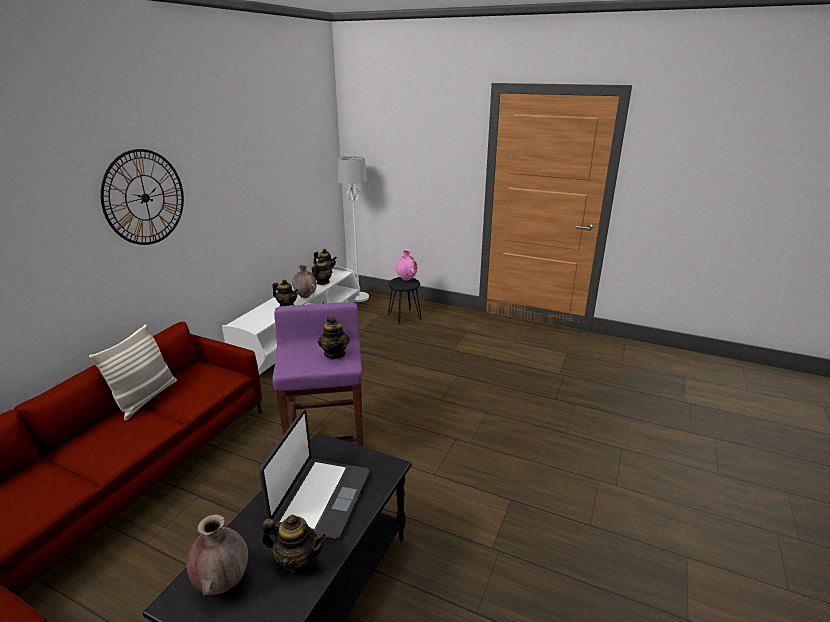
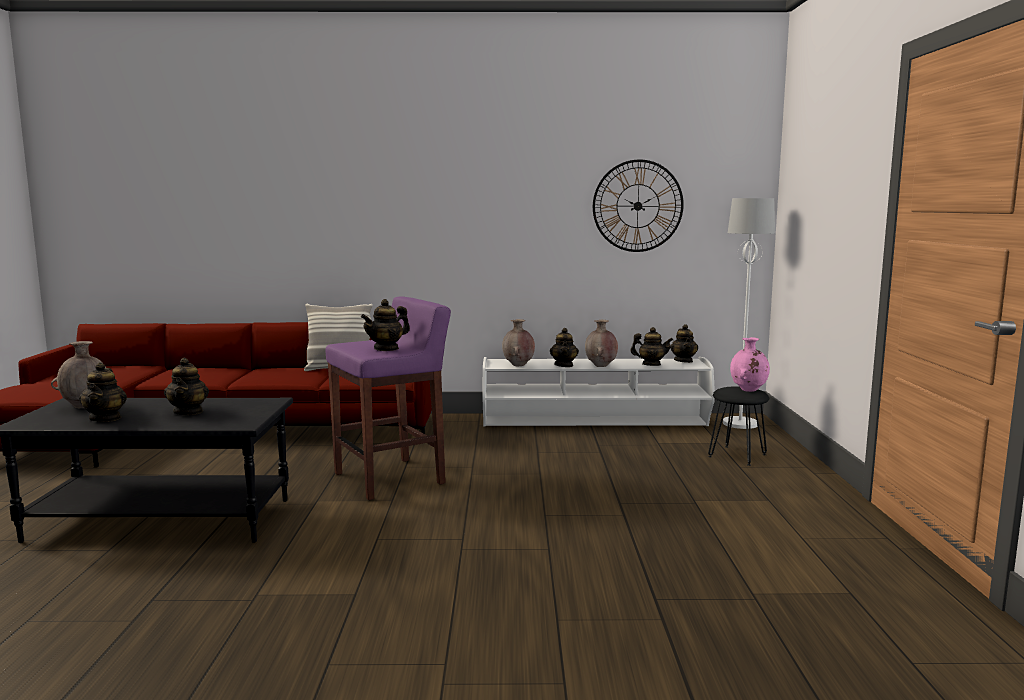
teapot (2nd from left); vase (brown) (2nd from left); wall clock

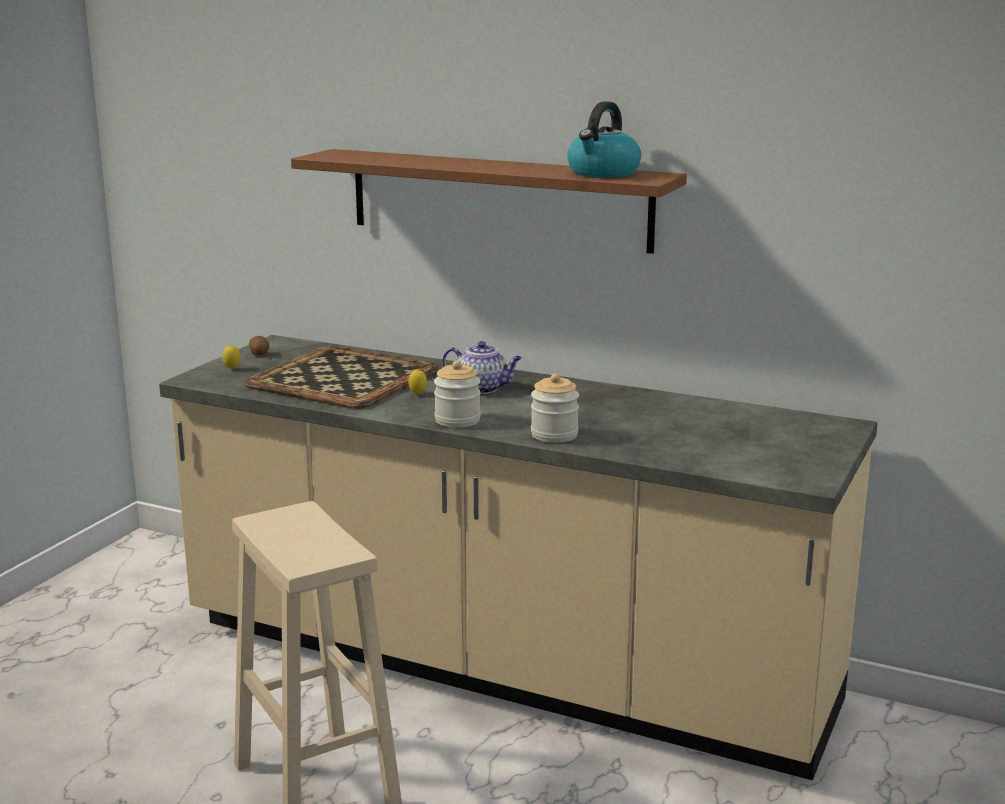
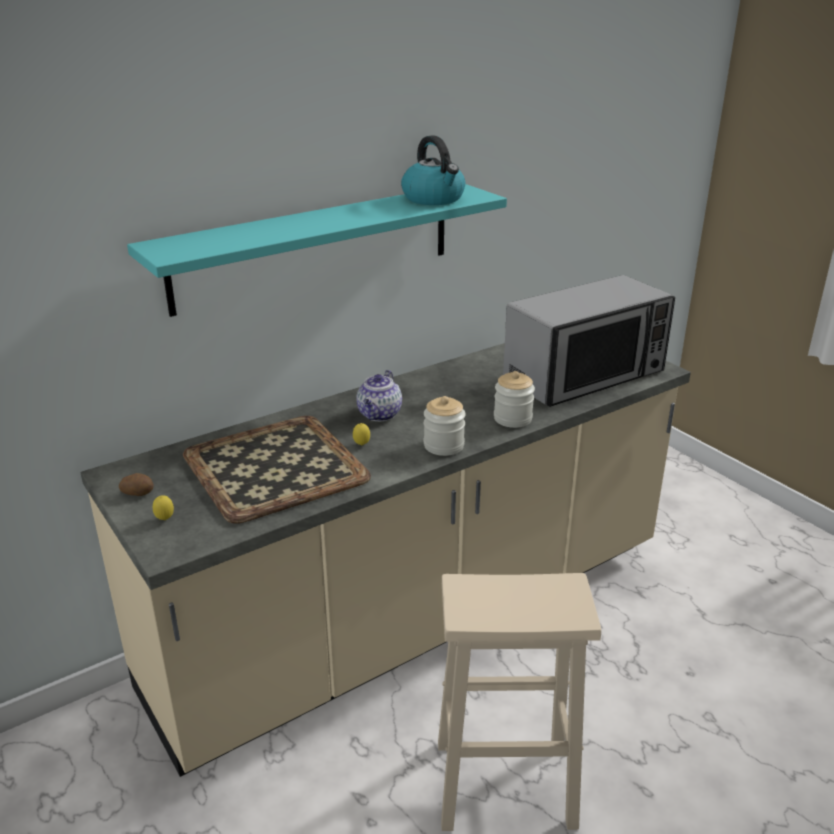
shelf (turquoise); teapot; microwave

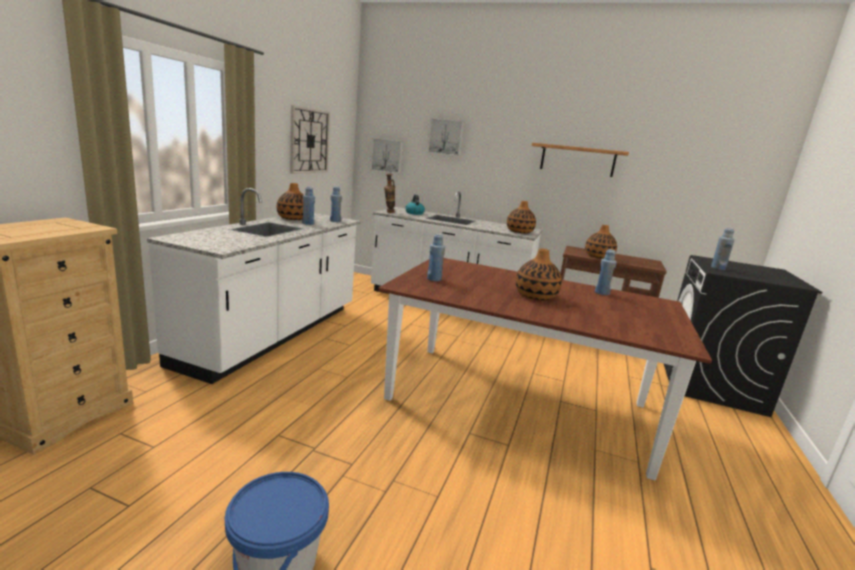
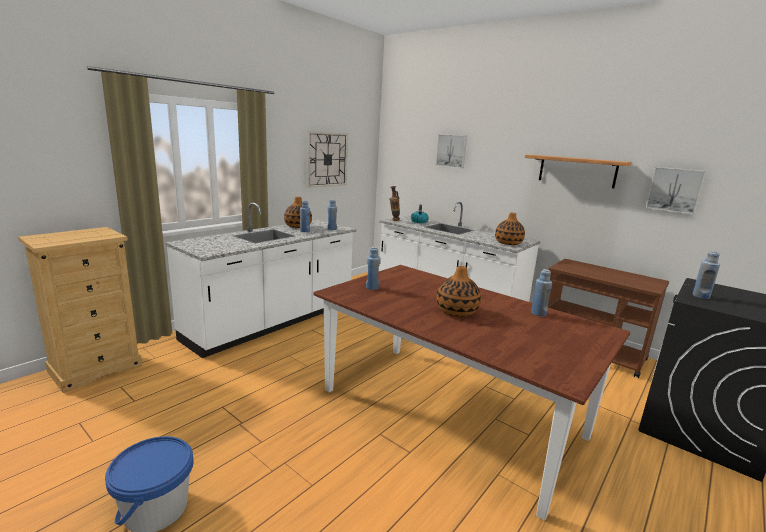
picture (2nd from left); vase (5th from left in the first image)

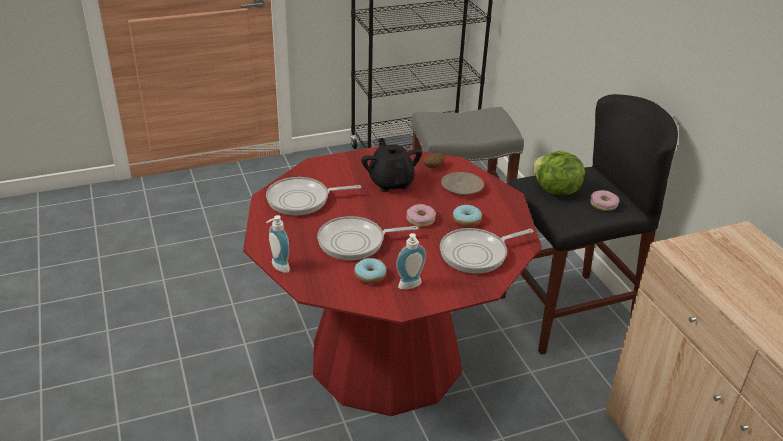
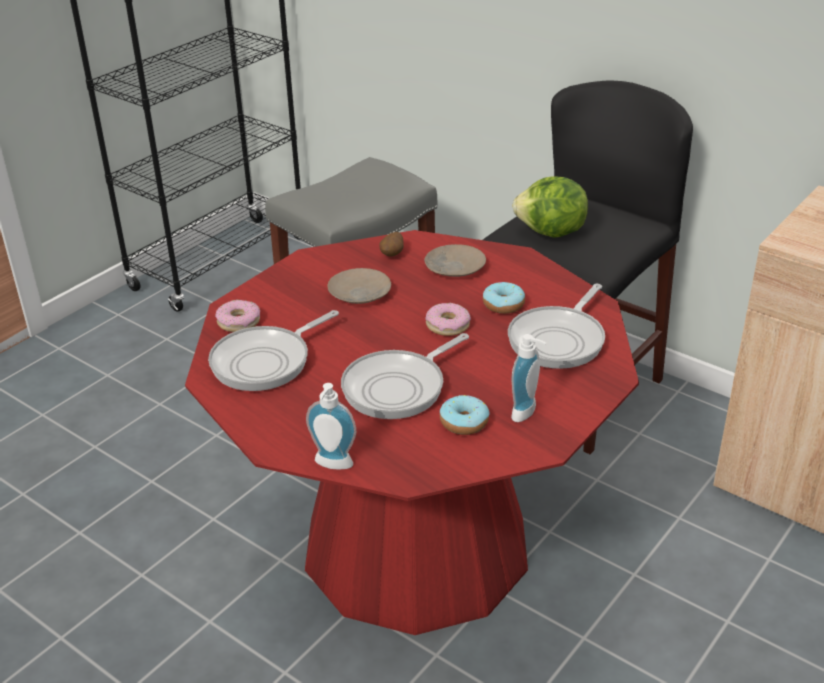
donut (1st from left); plate (beige) (1st from left)

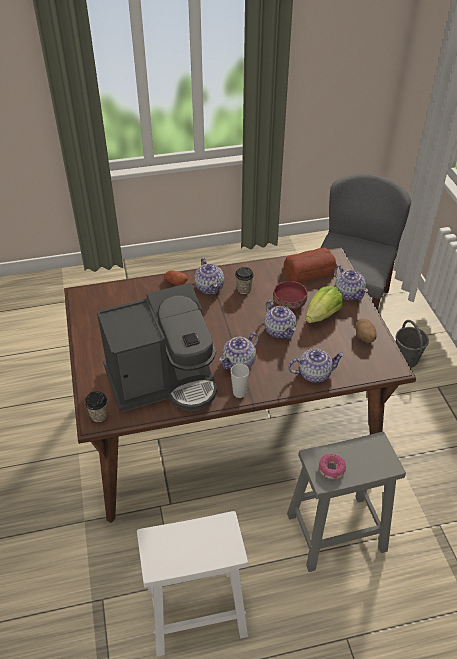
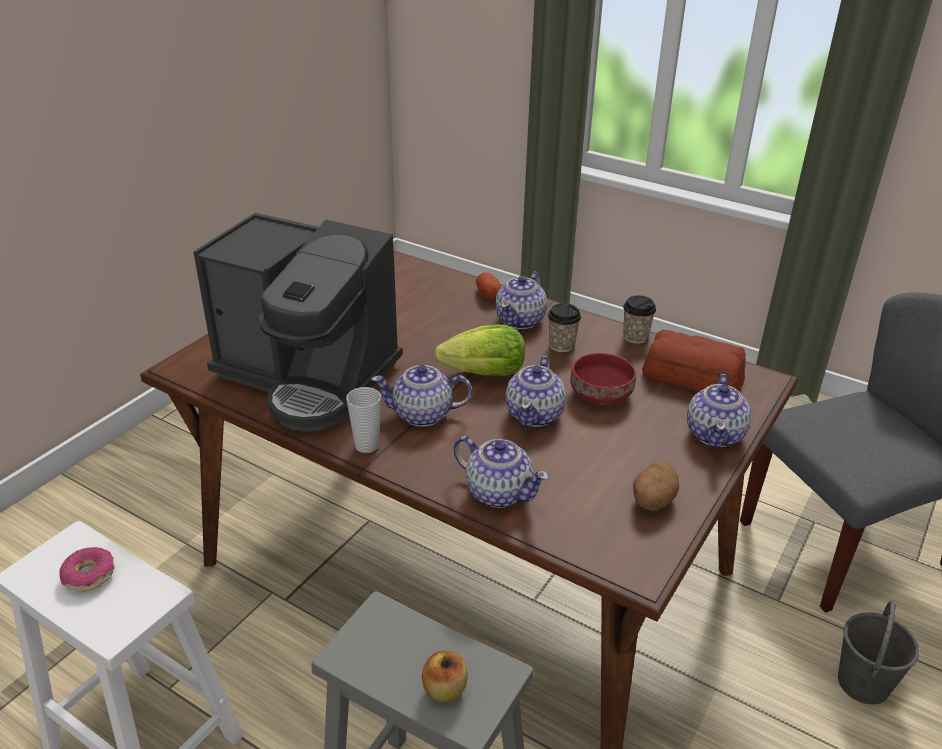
donut; apple; lettuce; cup (3rd from left)

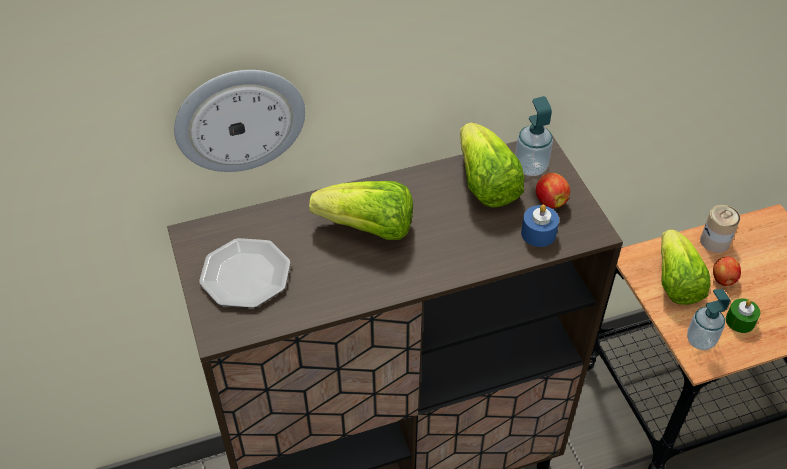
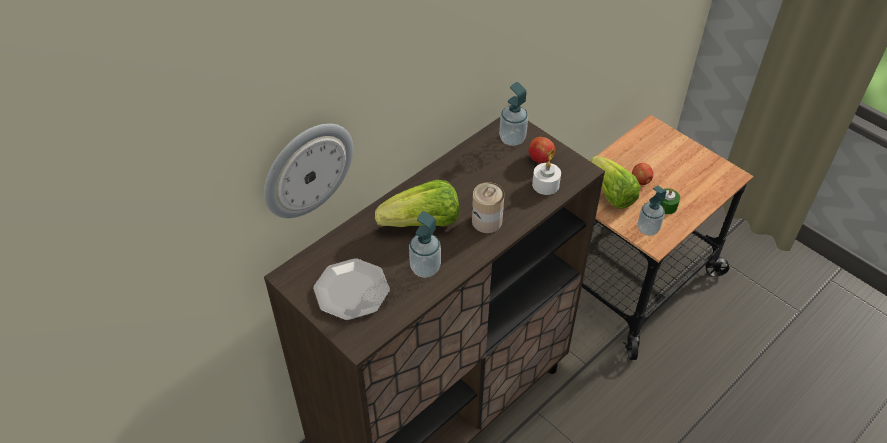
soap dispenser (1st from left); can; candle (white); lettuce (2nd from left in the first image)

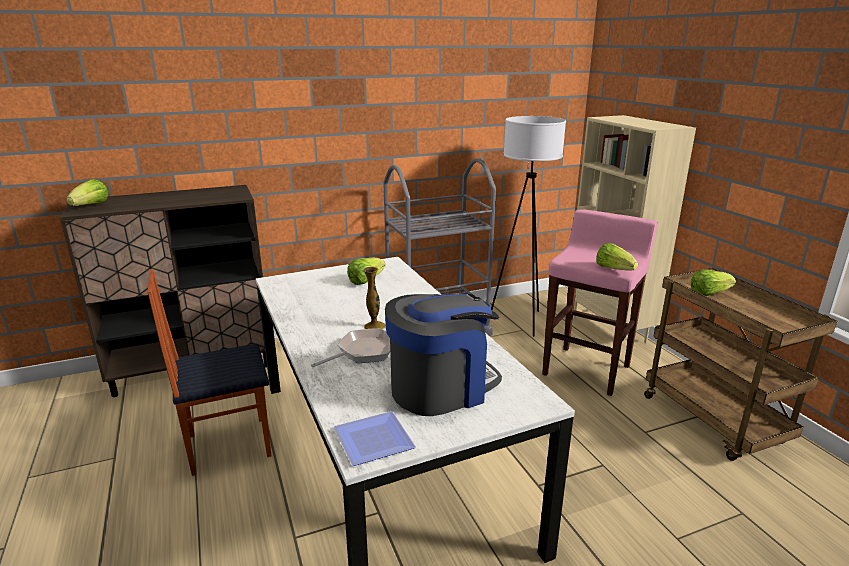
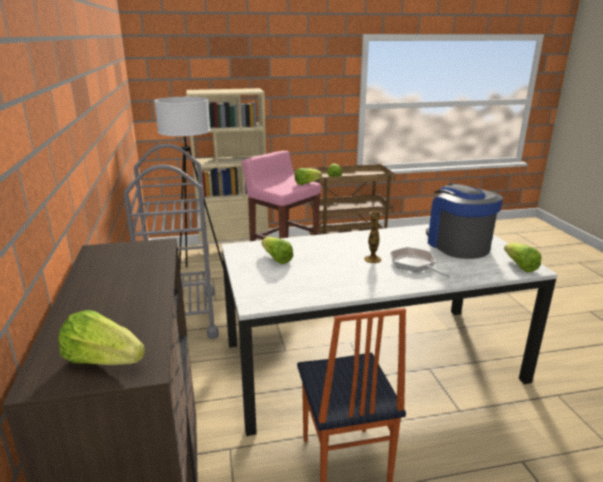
lettuce (5th from left)

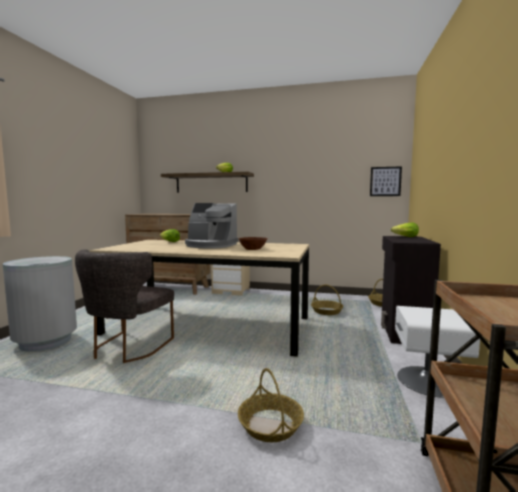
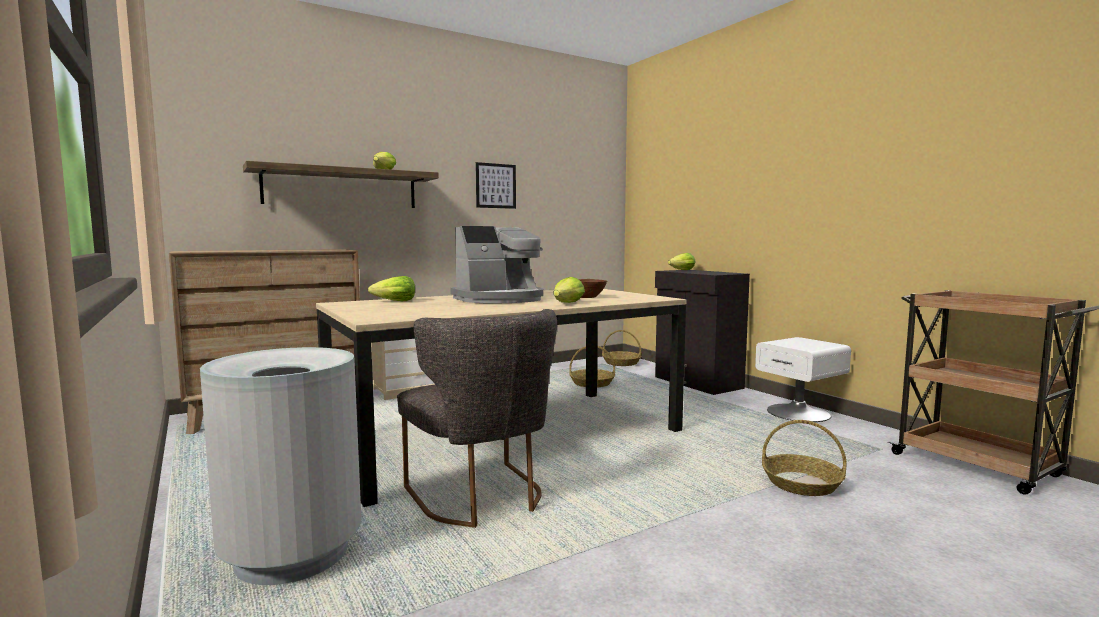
picture; lettuce (3rd from left)

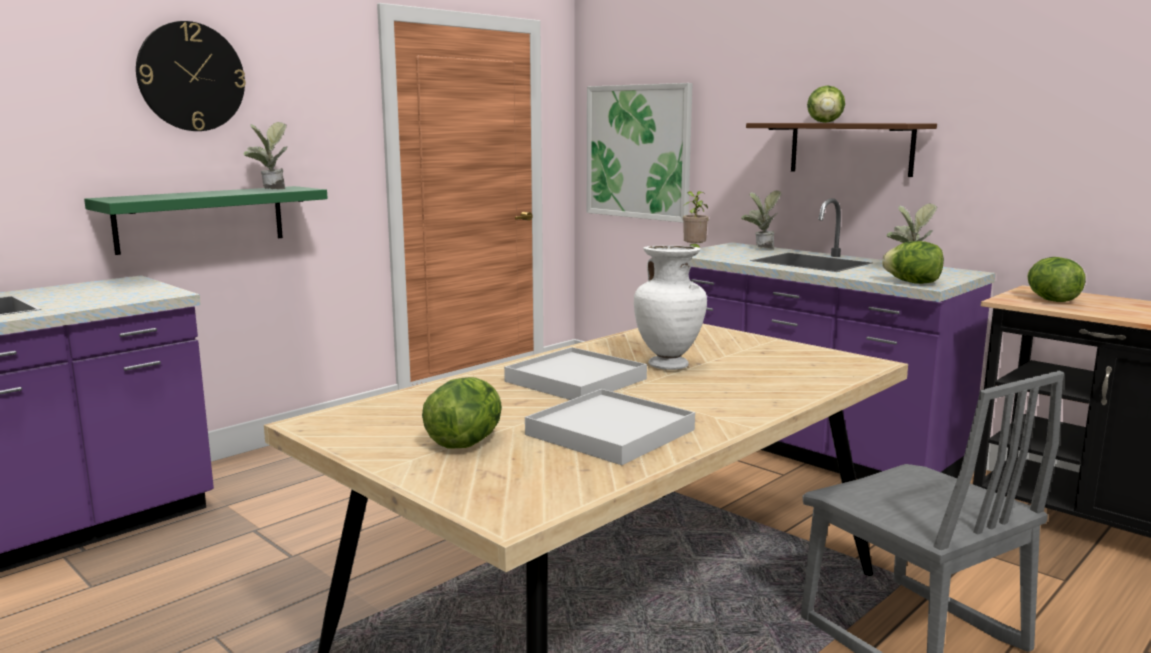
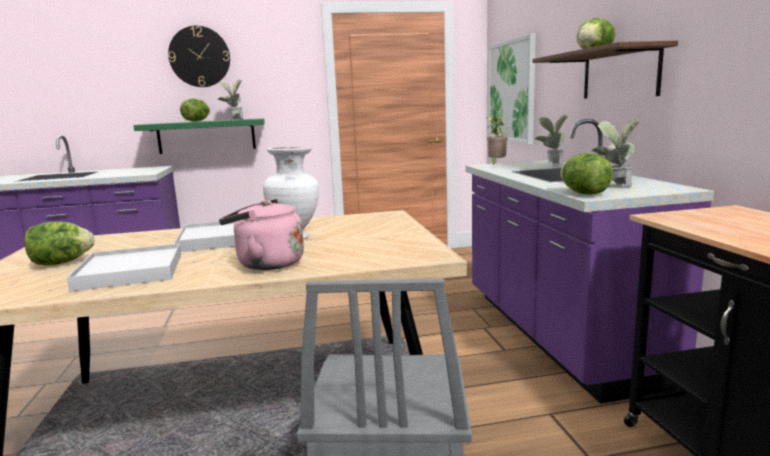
lettuce (2nd from left); kettle (pink)

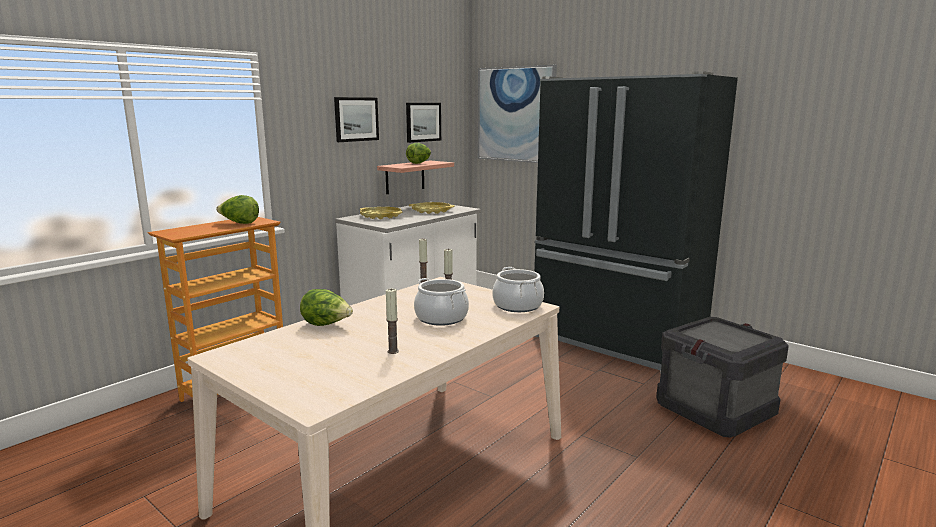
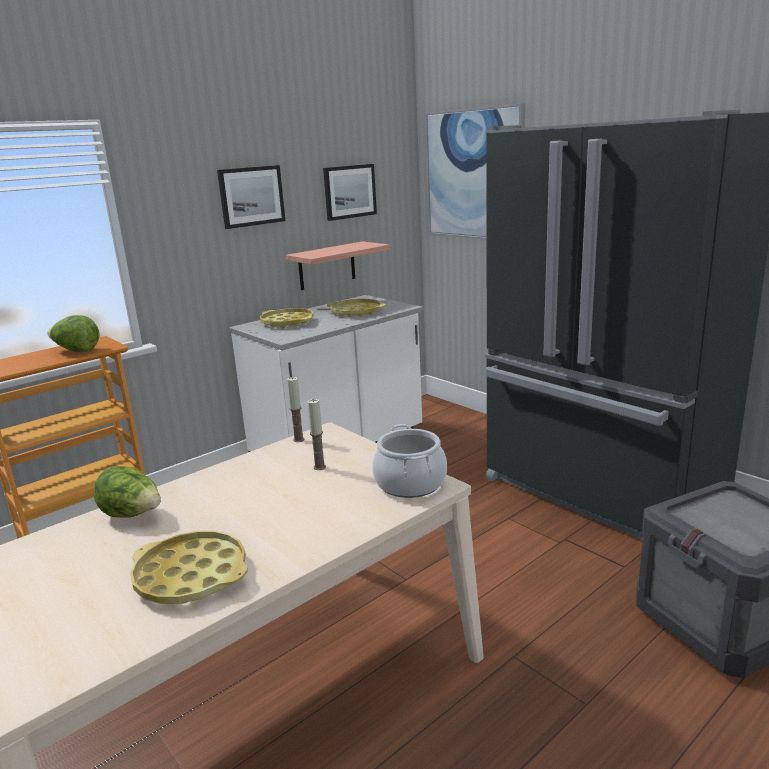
tray (yellow) (1st from left); lettuce (3rd from left in the first image); cooking pot (1st from left in the first image)

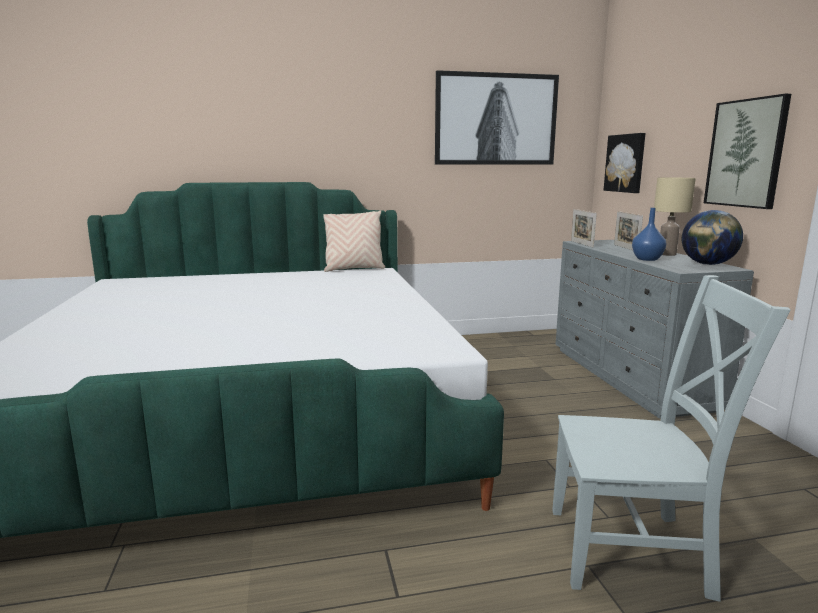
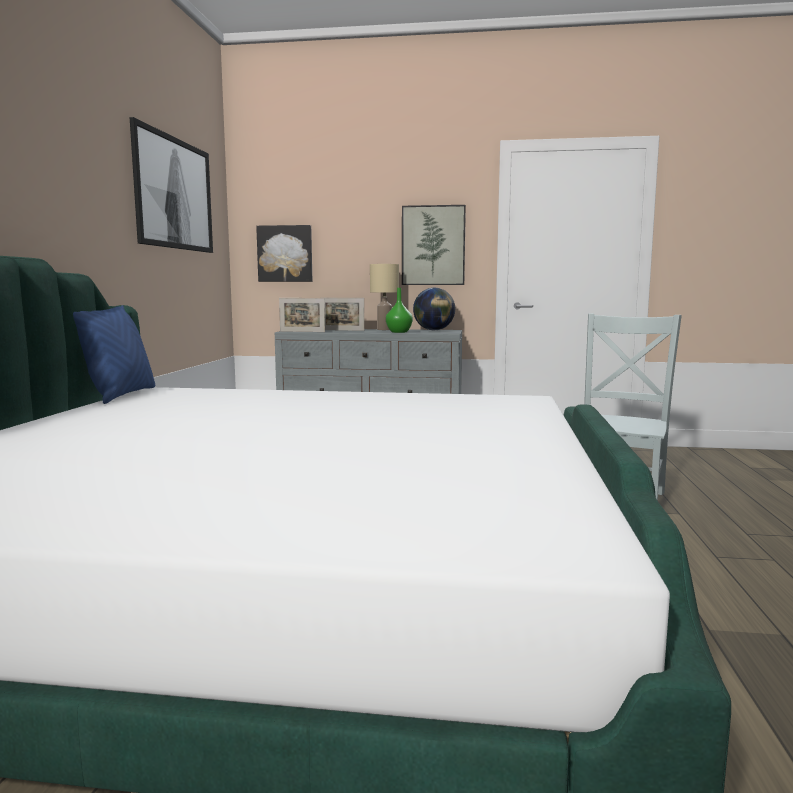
pillow (blue); vase (green)

